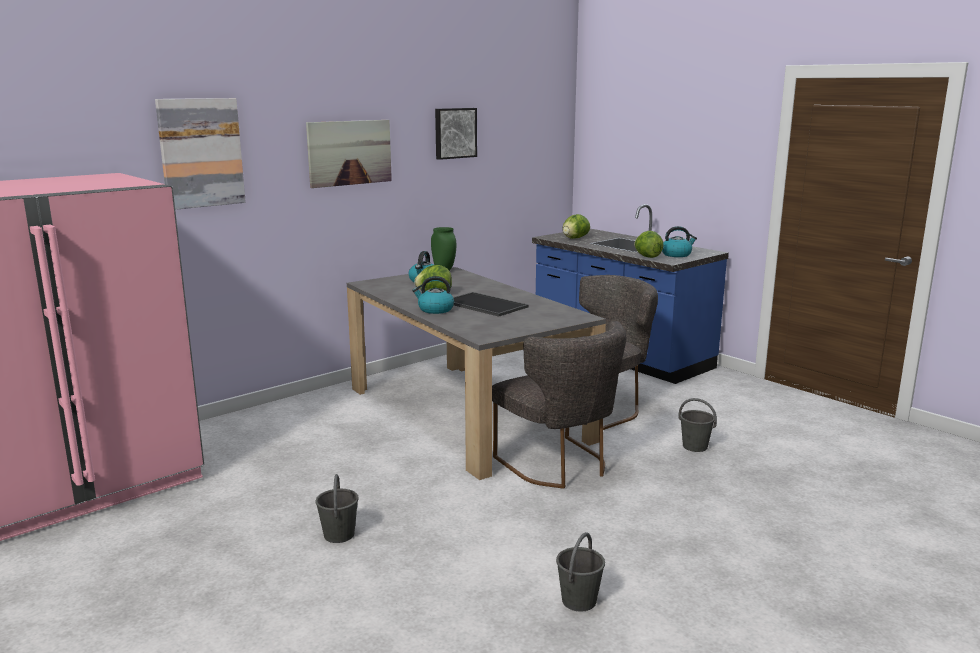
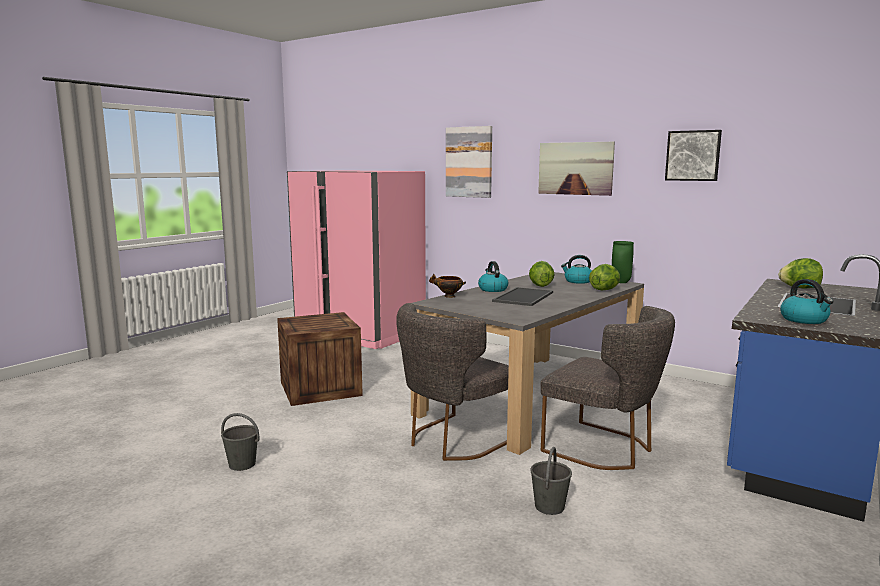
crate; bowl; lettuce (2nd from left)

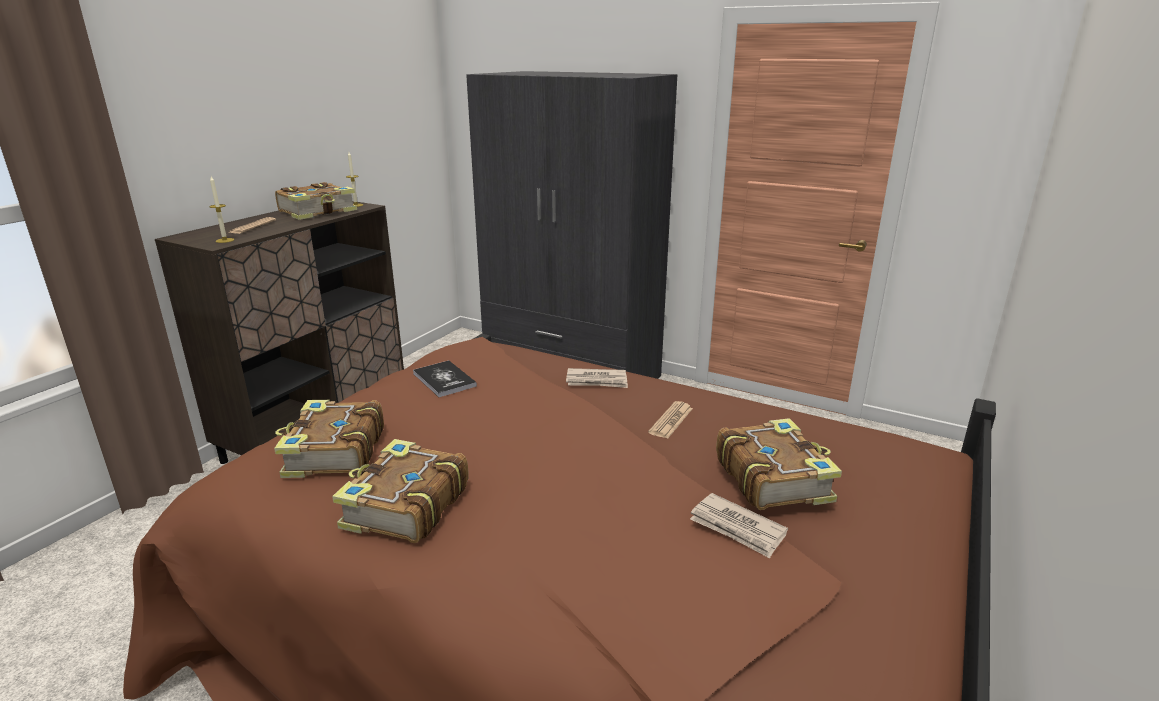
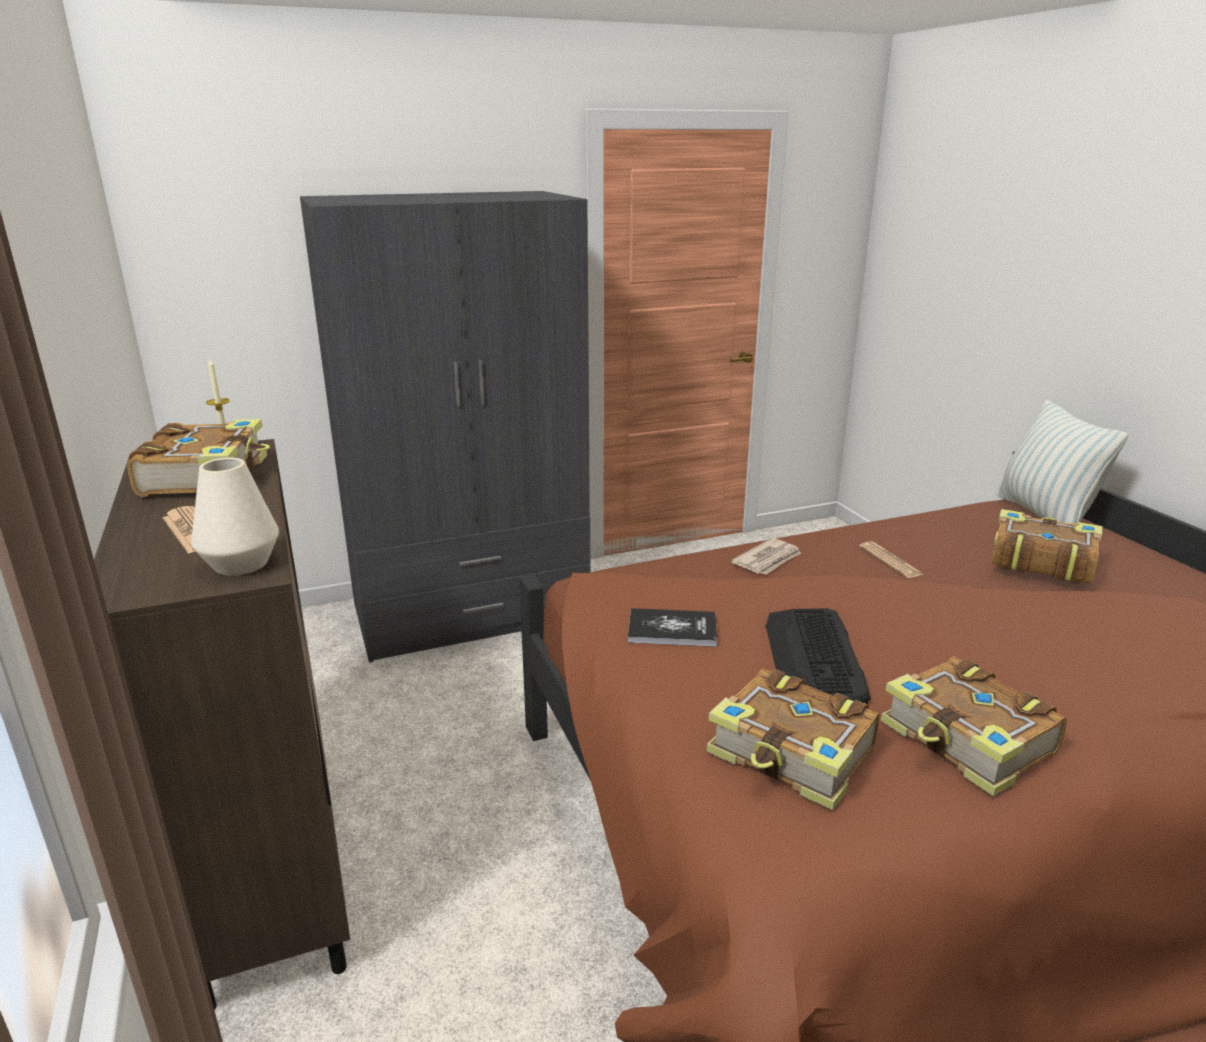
vase (white); keyboard; pillow; newspaper (4th from left in the first image)

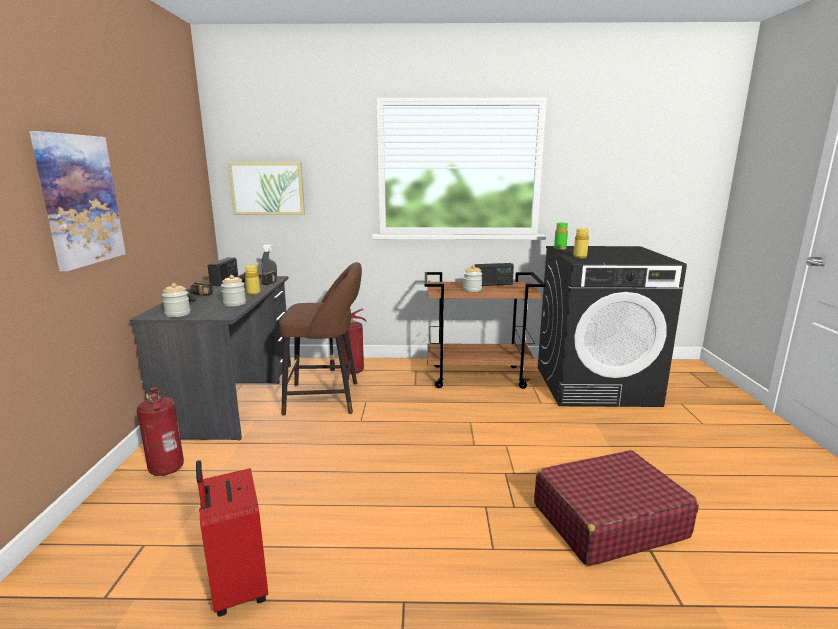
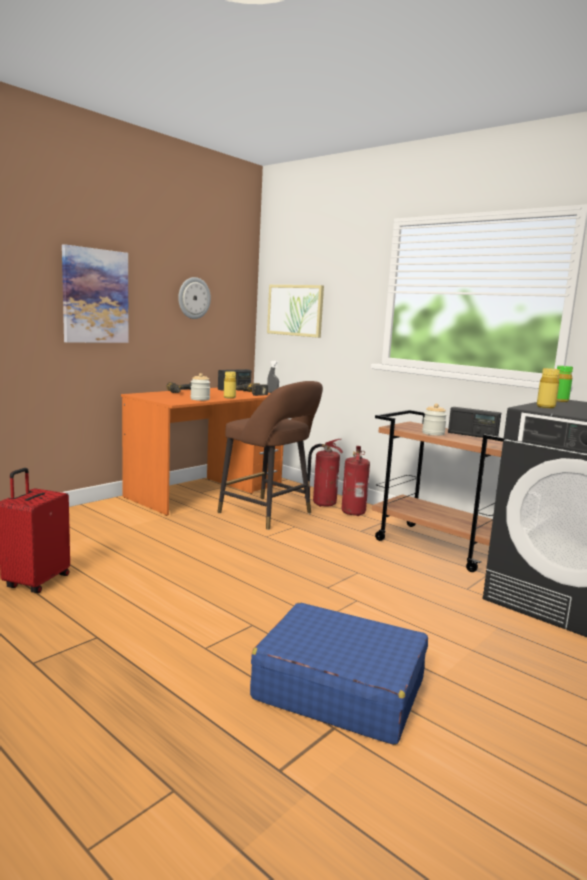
desk (orange); wall clock; suitcase (blue); fire extinguisher (2nd from left); jar (1st from left in the first image)

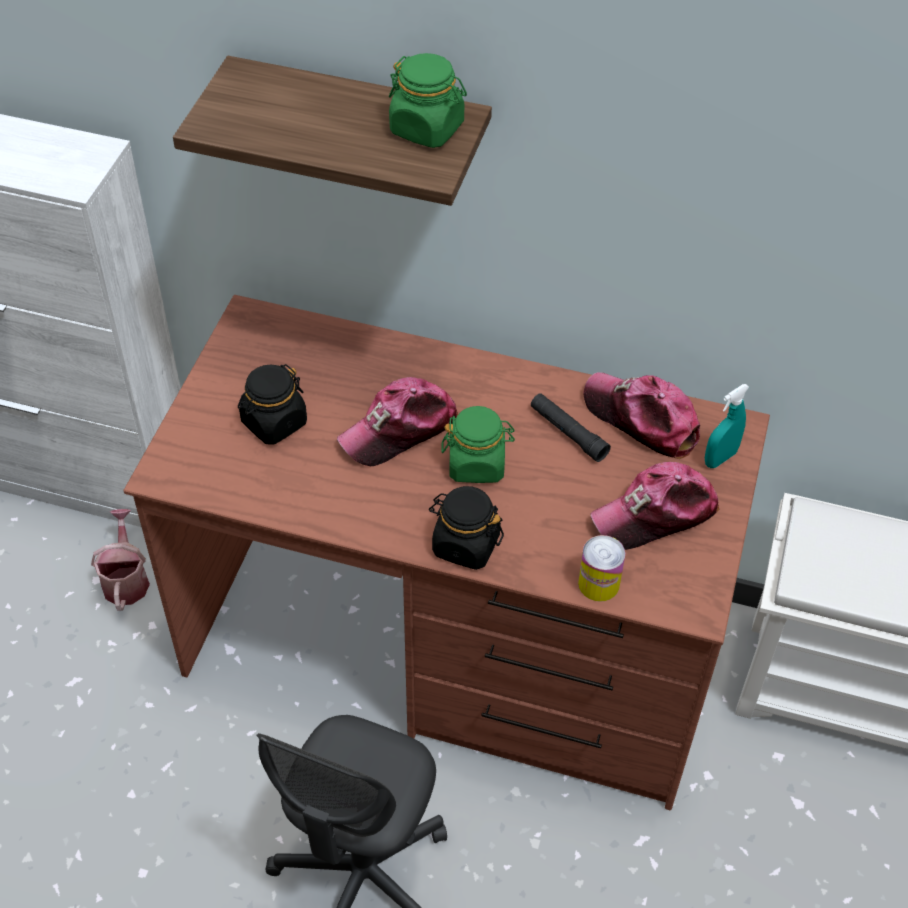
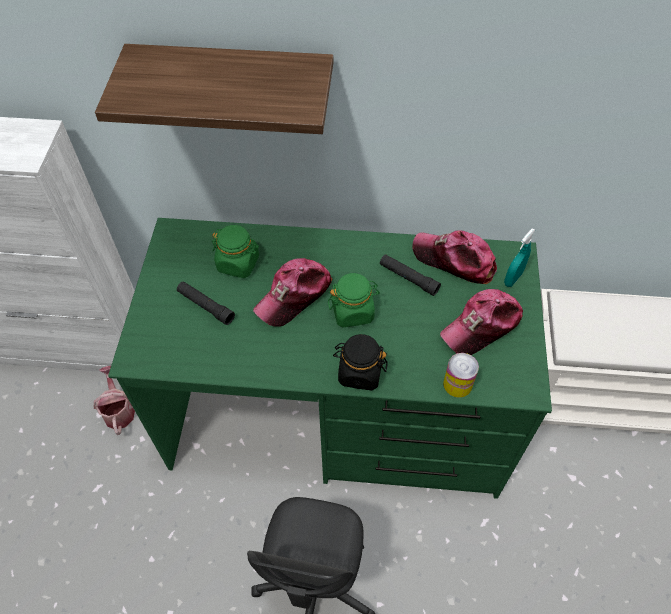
desk (green); flashlight (black) (1st from left); jar (green) (1st from left)

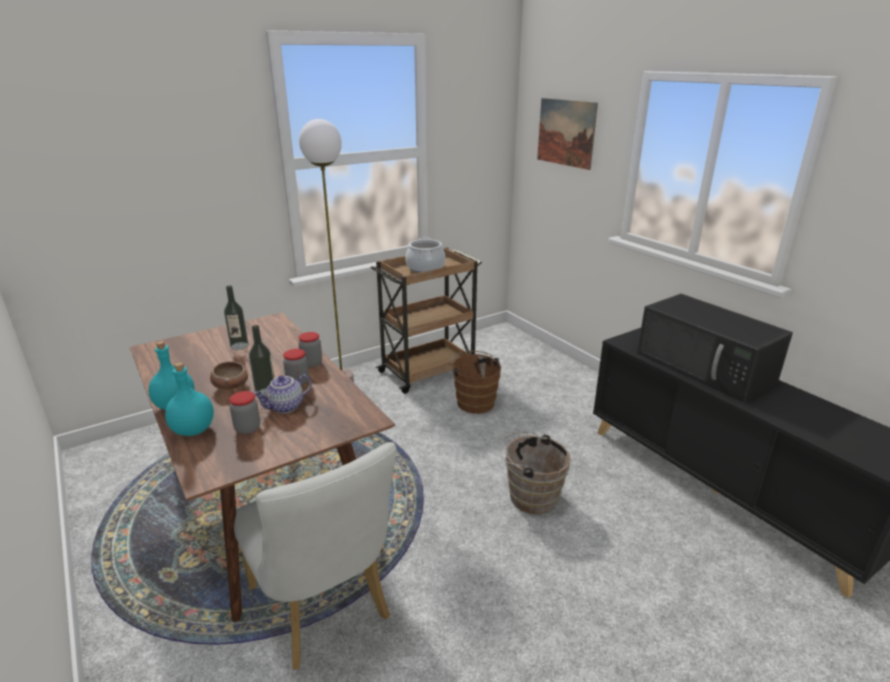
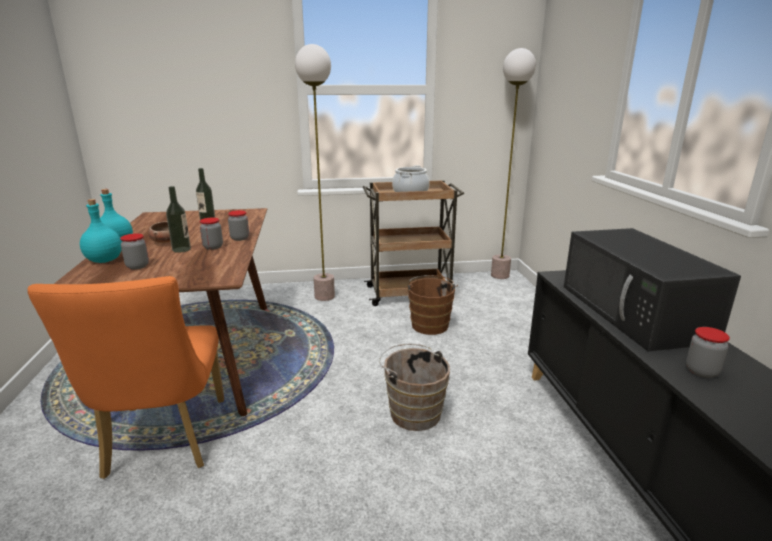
chair (orange); floor lamp (2nd from left); jar (4th from left); teapot; picture

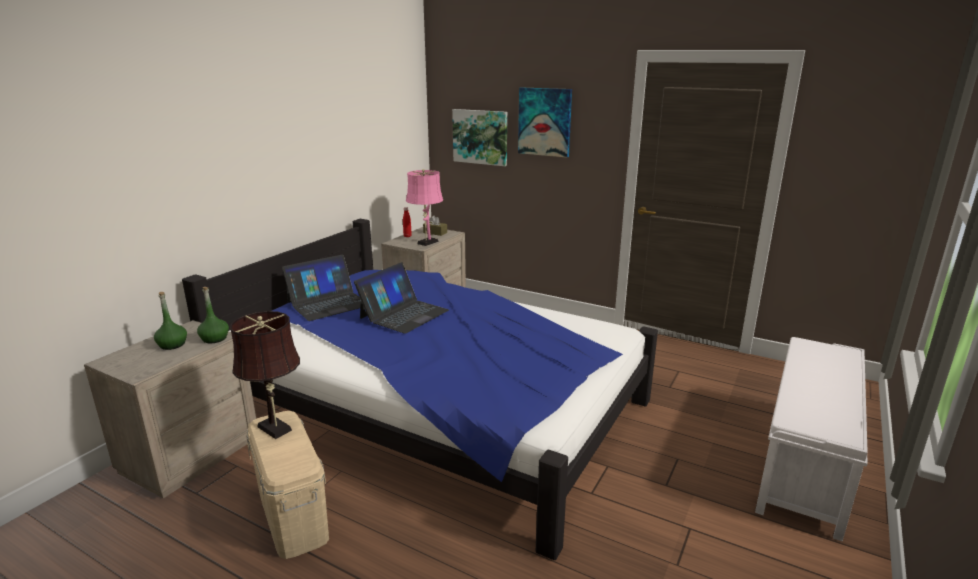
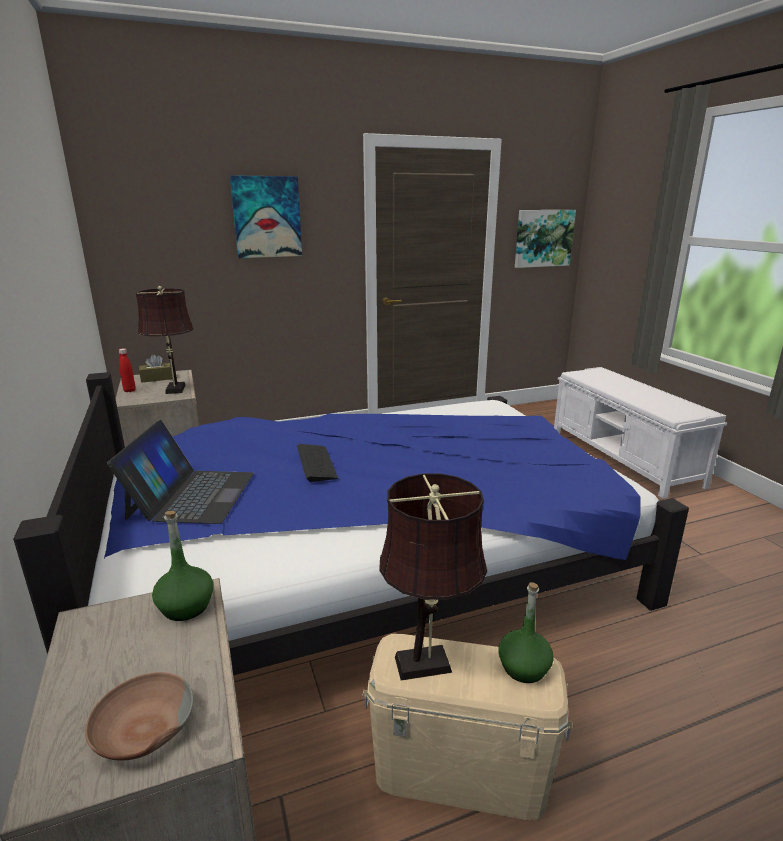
bowl (brown); table lamp (brown) (1st from left); keyboard; bottle (green) (2nd from left); picture (2nd from left)

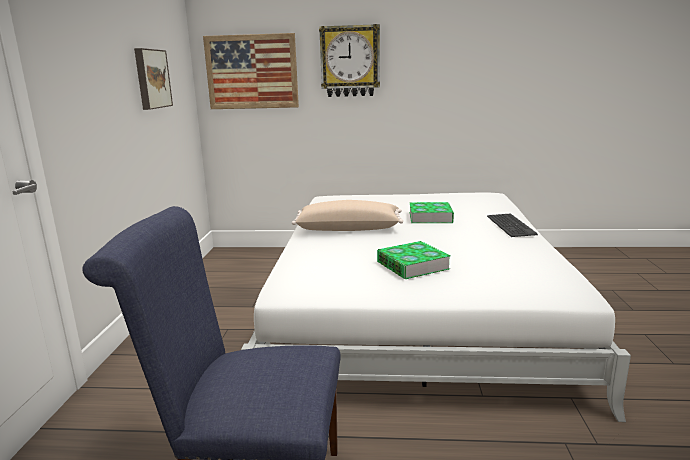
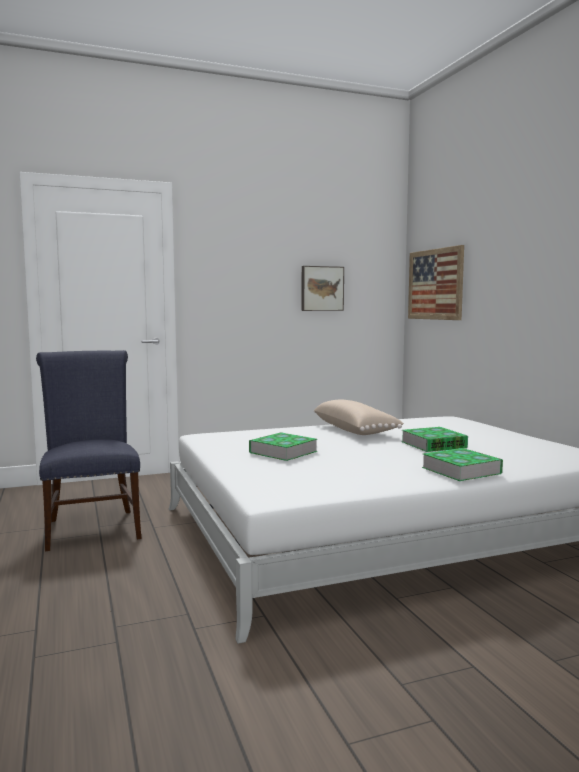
book (3rd from left); wall clock

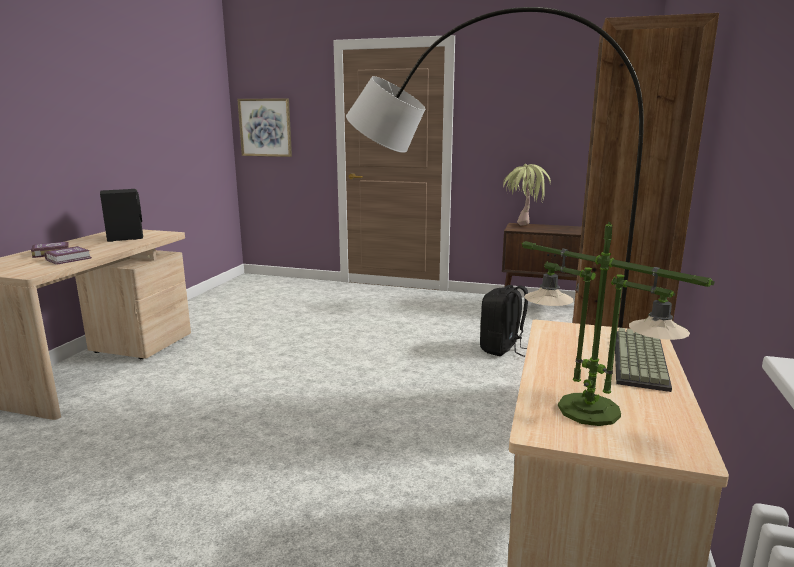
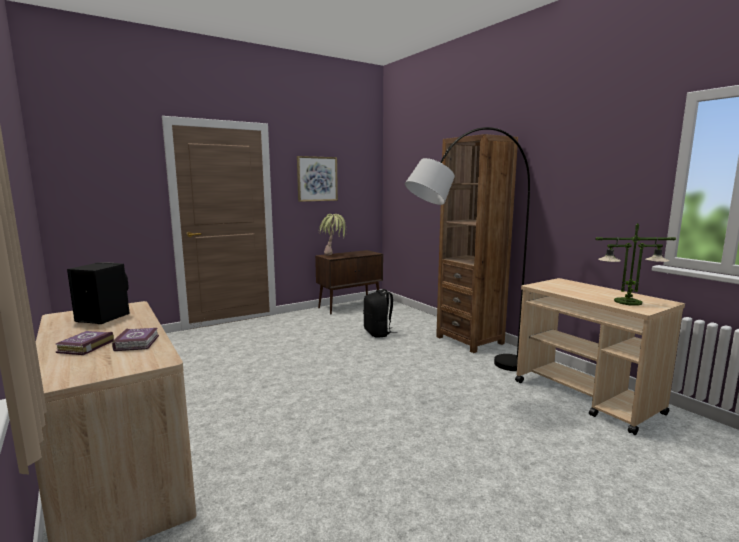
picture; keyboard

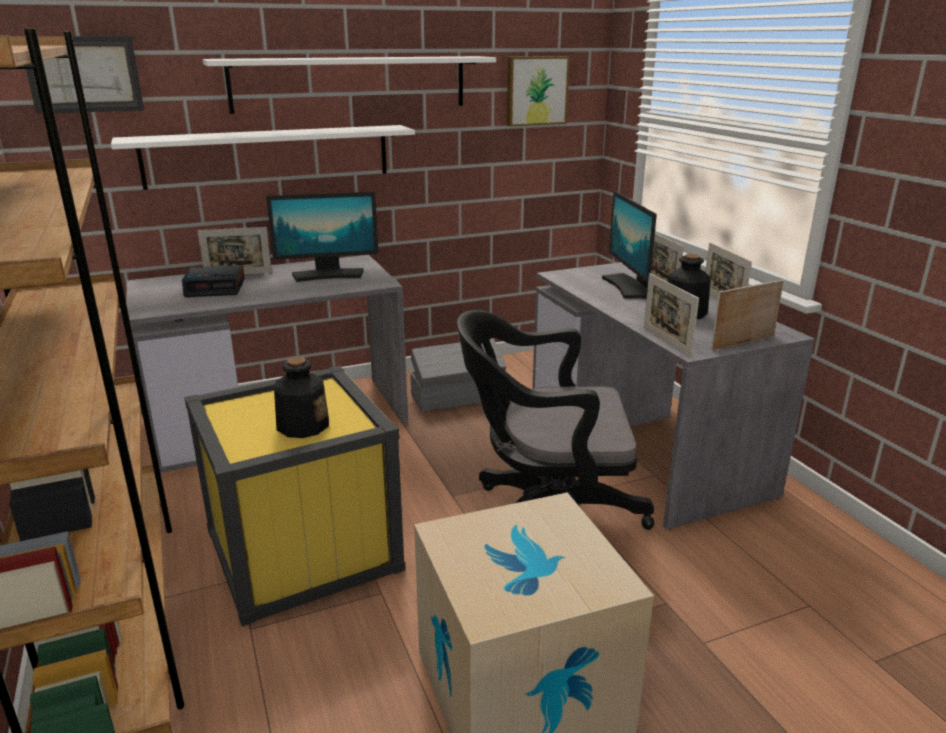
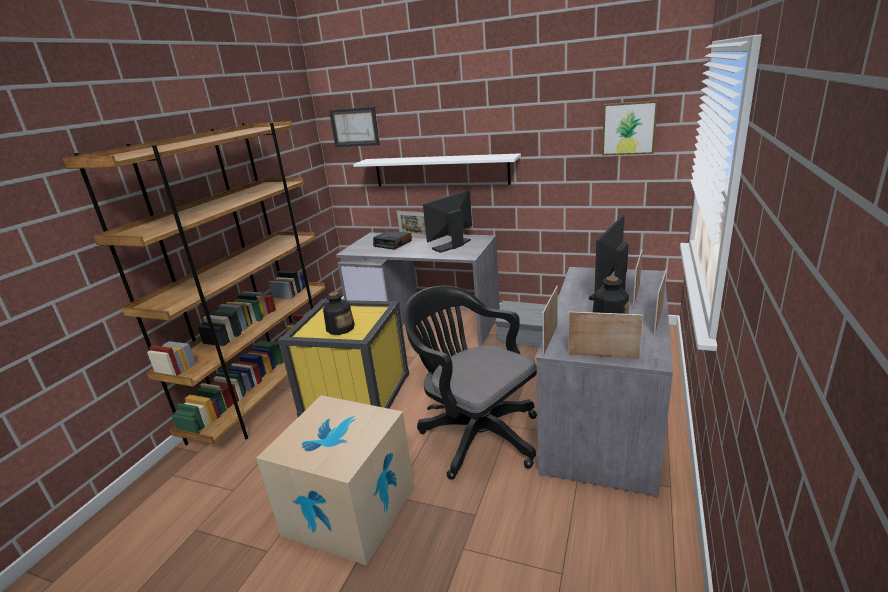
monitor (1st from left); shelf (white) (2nd from left in the first image)

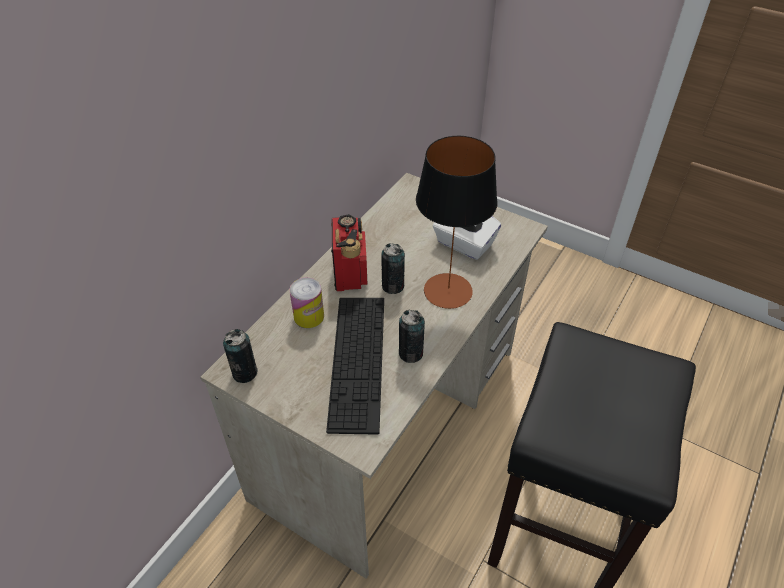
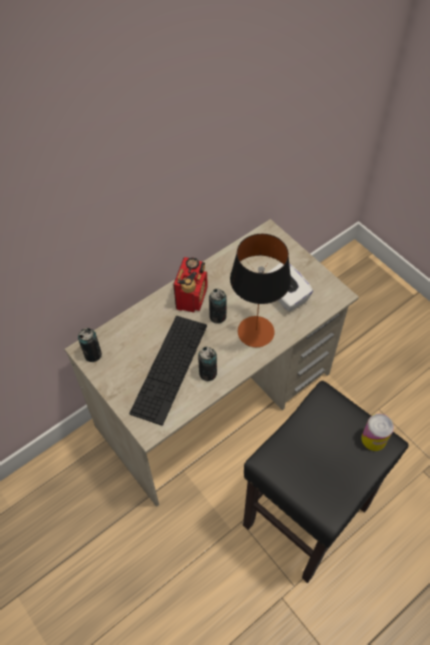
can (4th from left)

